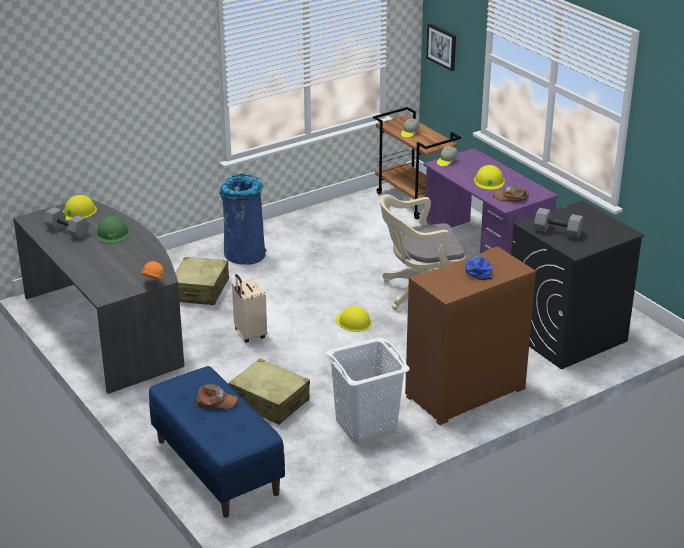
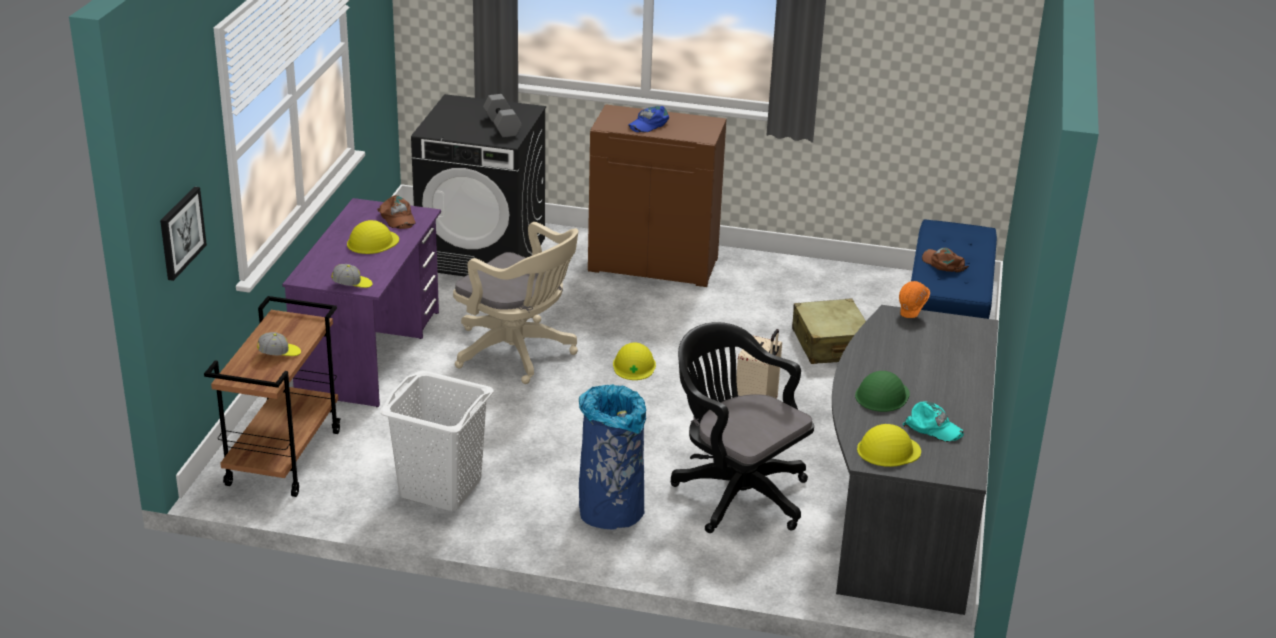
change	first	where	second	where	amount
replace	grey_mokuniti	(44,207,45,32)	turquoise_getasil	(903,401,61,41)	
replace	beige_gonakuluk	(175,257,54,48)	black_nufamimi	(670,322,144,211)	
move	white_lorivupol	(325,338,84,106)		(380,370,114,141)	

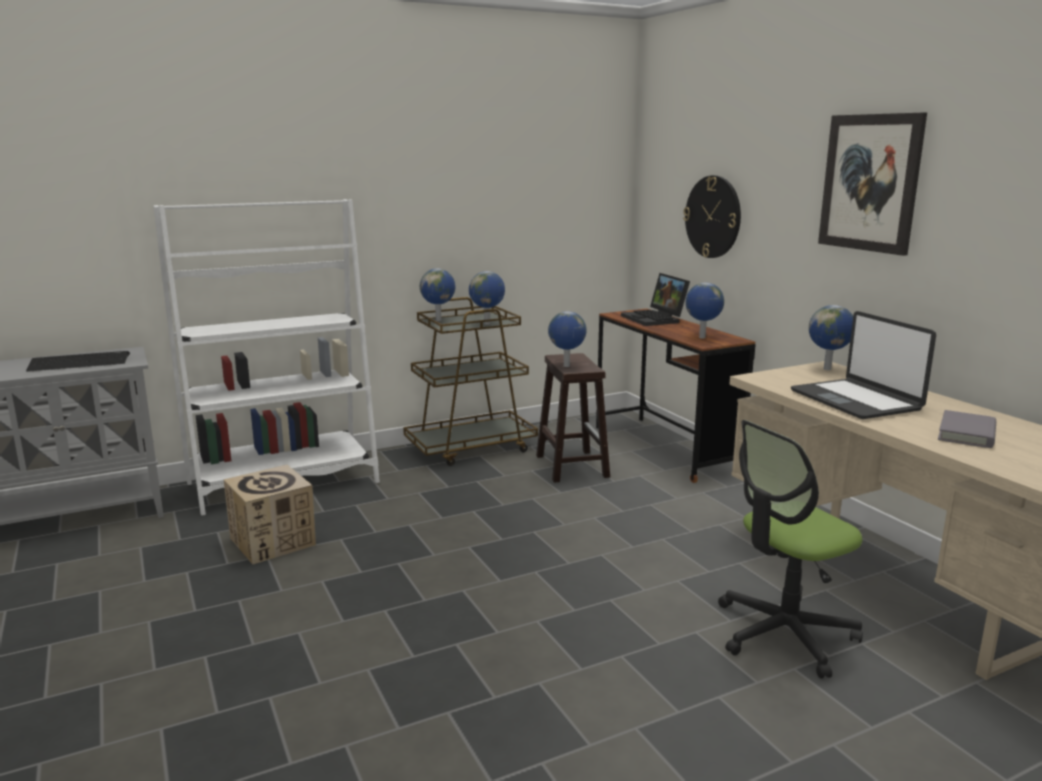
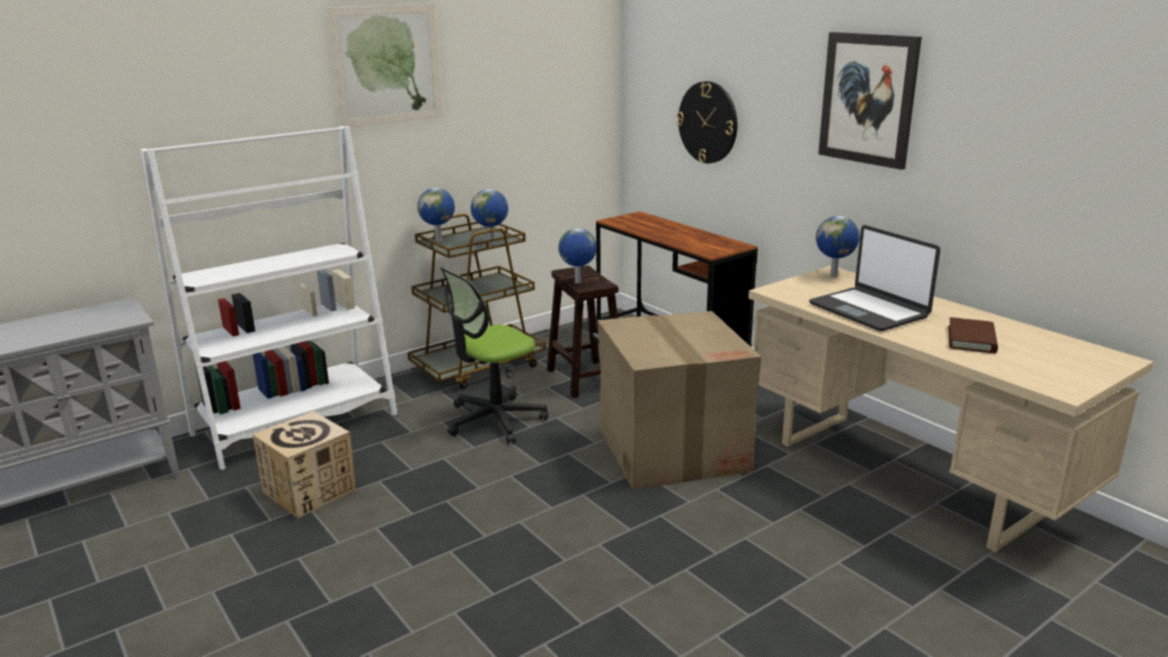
change	first	where	second	where	amount
delete	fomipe	(621,273,69,53)			
delete	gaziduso	(686,282,38,56)			
delete	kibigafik	(26,351,104,21)			
recolor	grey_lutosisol	(938,410,58,38)	brown_lutosisol	(948,317,50,36)	
move	nufamimi	(718,420,145,259)		(441,267,107,177)	
insert			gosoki	(327,4,116,123)	
insert			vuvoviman	(597,311,164,179)	

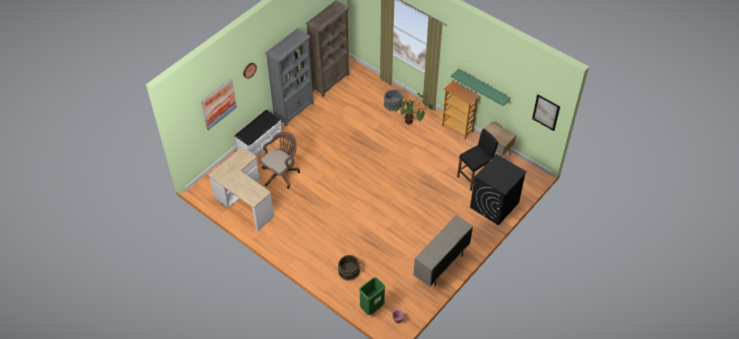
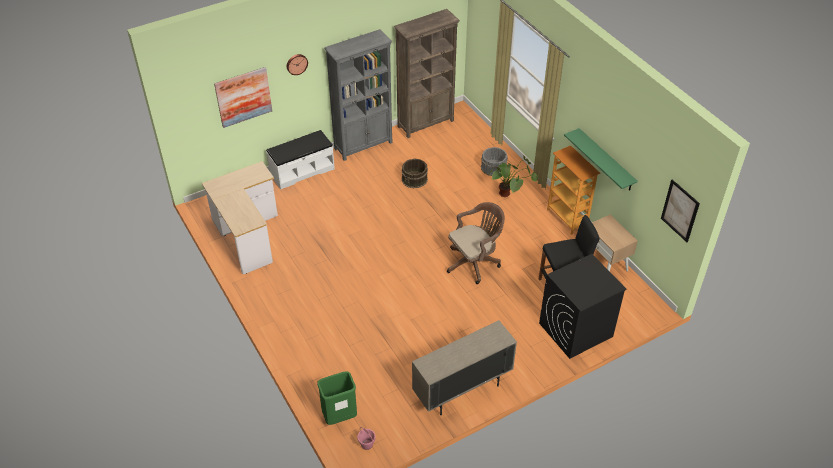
change	first	where	second	where	amount
move	brown_nufamimi	(260,132,40,57)		(447,202,58,82)	
move	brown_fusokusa	(338,255,22,26)		(401,159,27,29)	

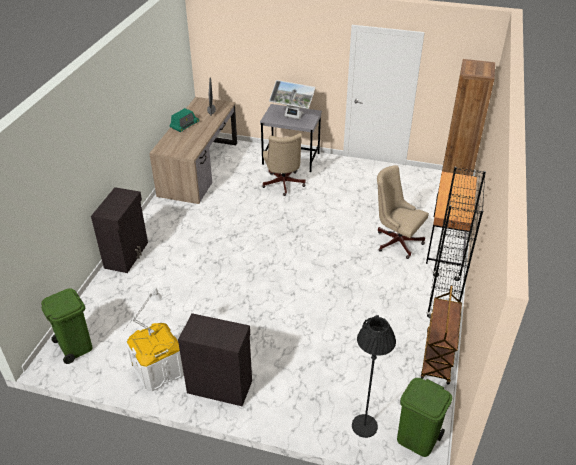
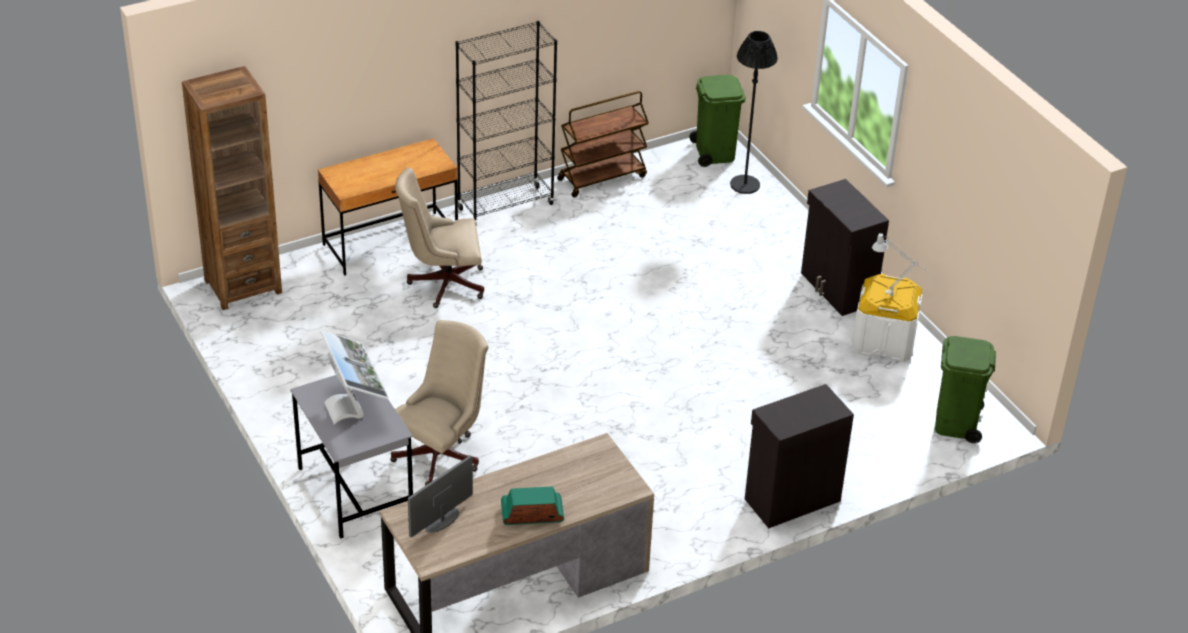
change	first	where	second	where	amount
rotate	beige_nufamimi	(377,165,52,94)		(395,168,89,140)	90 degrees clockwise

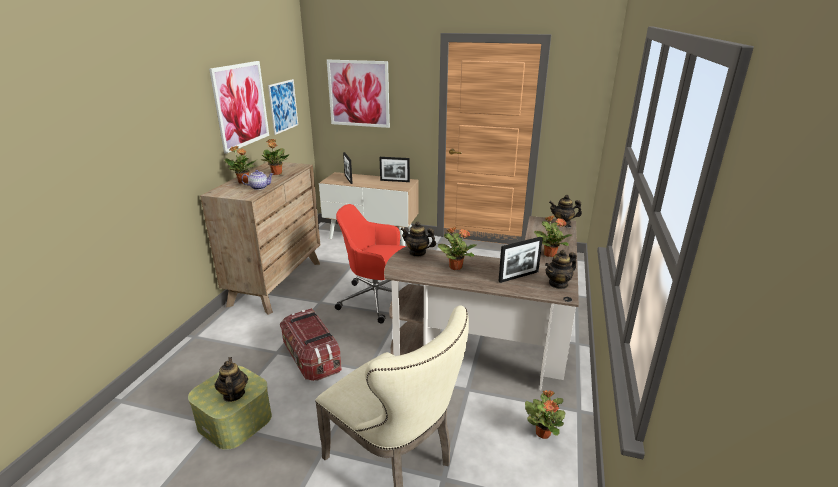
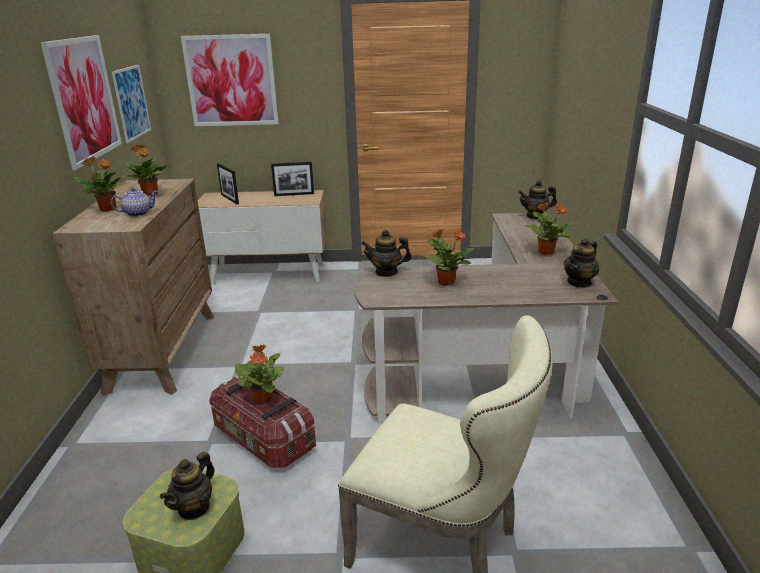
change	first	where	second	where	amount
delete	red_nufamimi	(335,204,72,120)			
delete	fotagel	(498,237,45,46)			
rotate	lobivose	(215,357,33,45)		(160,452,55,68)	120 degrees counterclockwise
move	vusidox	(525,390,40,49)		(235,345,49,58)	

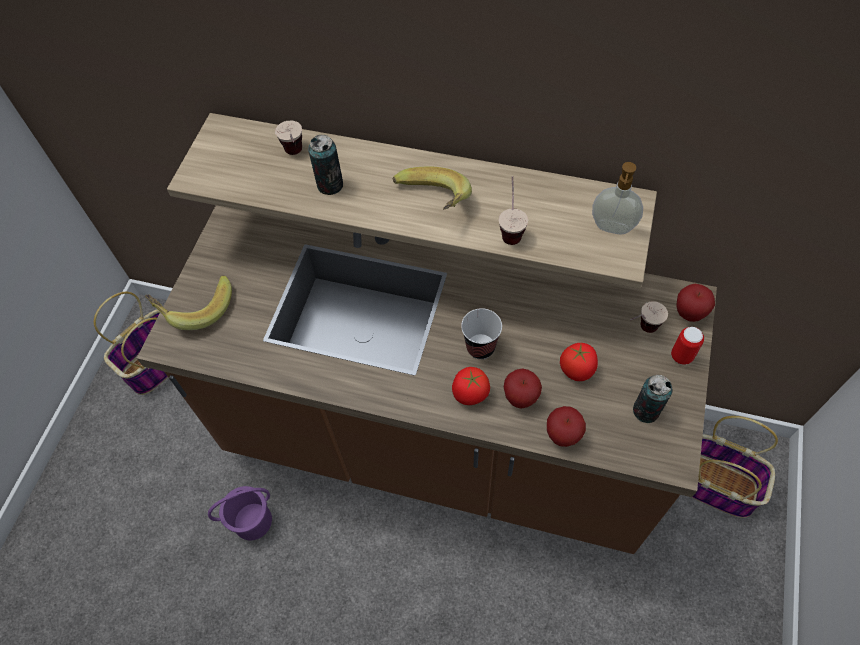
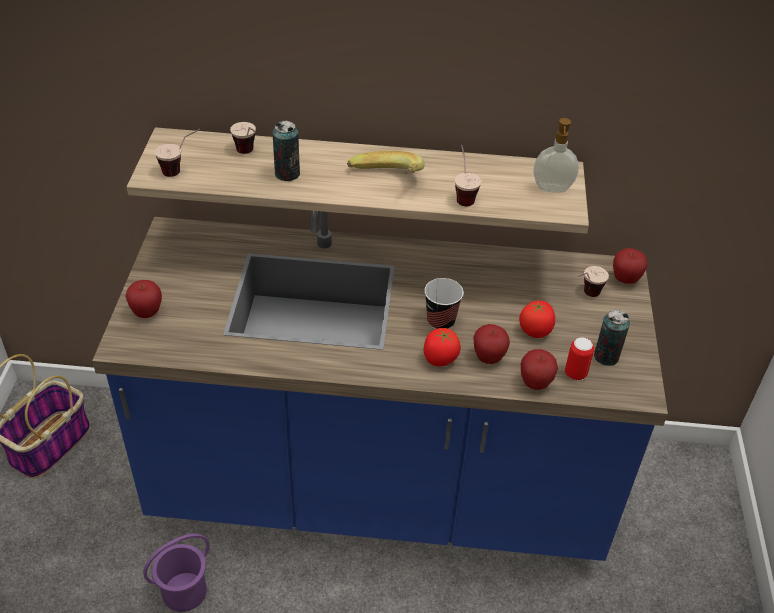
change	first	where	second	where	amount
recolor	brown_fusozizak	(137,205,580,349)	blue_fusozizak	(92,211,576,350)	
replace	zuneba	(145,275,87,55)	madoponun	(125,280,37,38)	
move	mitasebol	(671,327,33,38)		(565,337,29,43)	
delete	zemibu	(691,416,87,102)			
insert			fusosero	(155,129,45,48)	

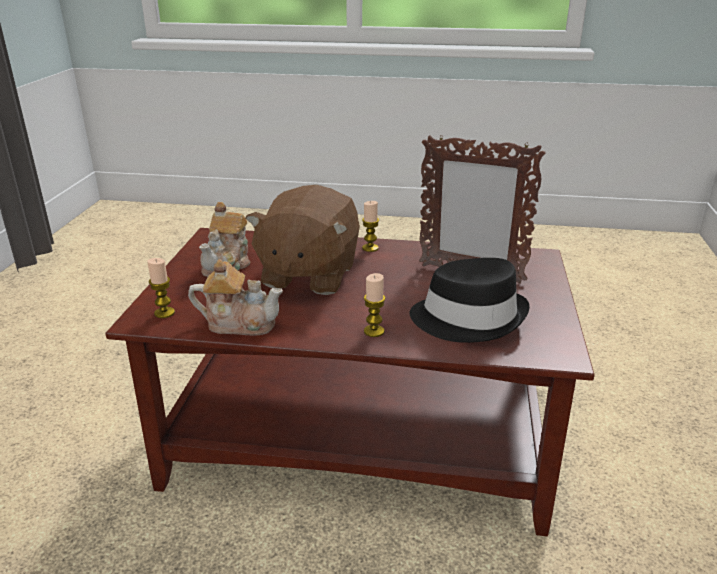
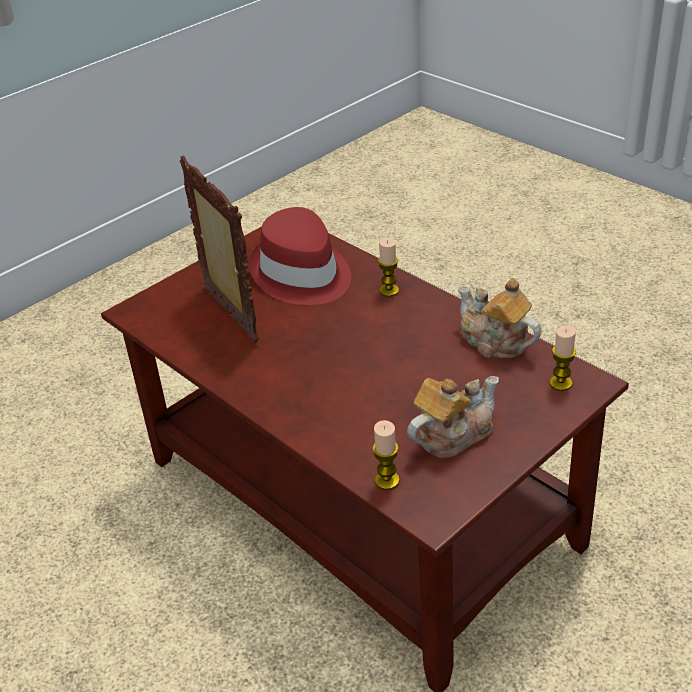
change	first	where	second	where	amount
delete	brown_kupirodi	(245,185,115,110)			
move	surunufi	(362,201,17,51)		(373,420,27,70)	
recolor	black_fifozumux	(410,258,120,85)	red_fifozumux	(249,207,102,98)	

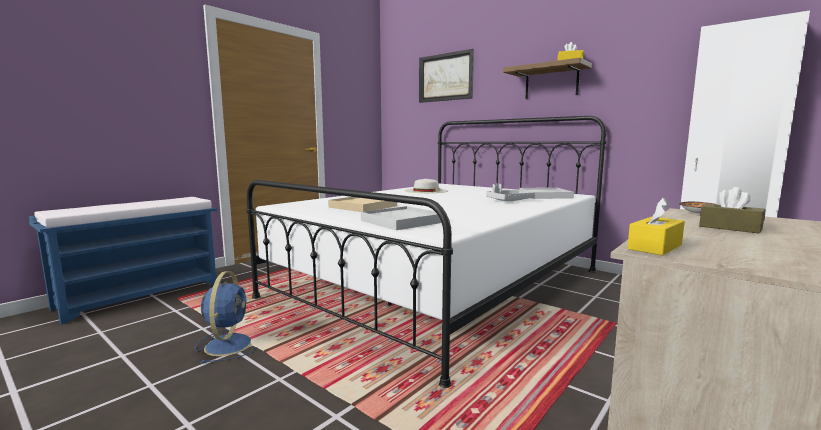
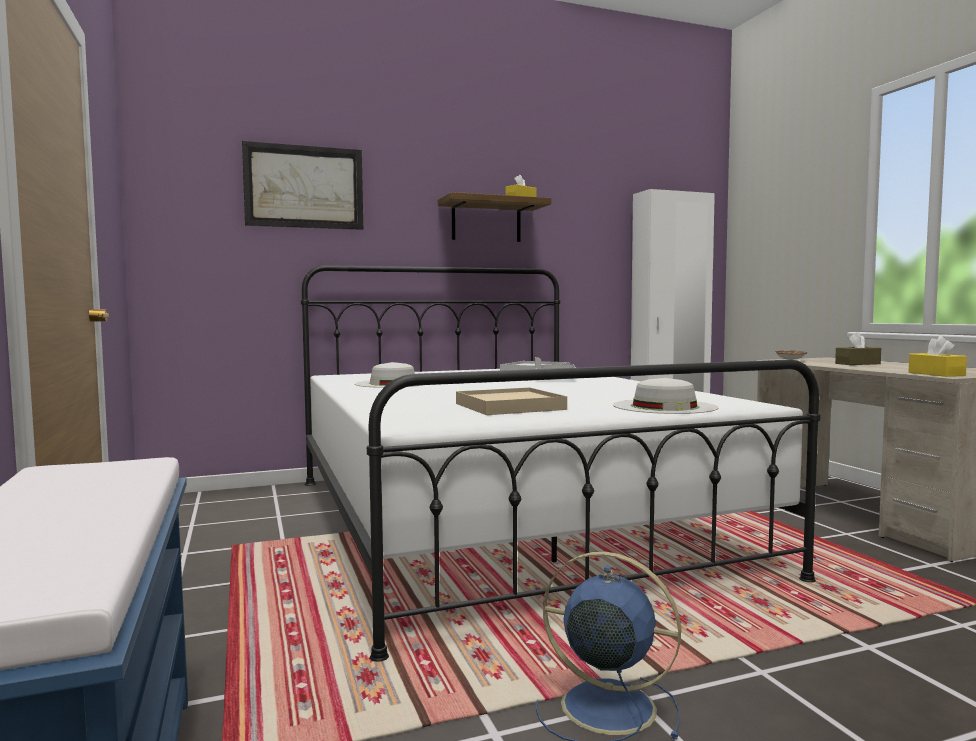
change	first	where	second	where	amount
replace	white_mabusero	(361,206,81,24)	white_fifozumux	(613,378,105,36)	

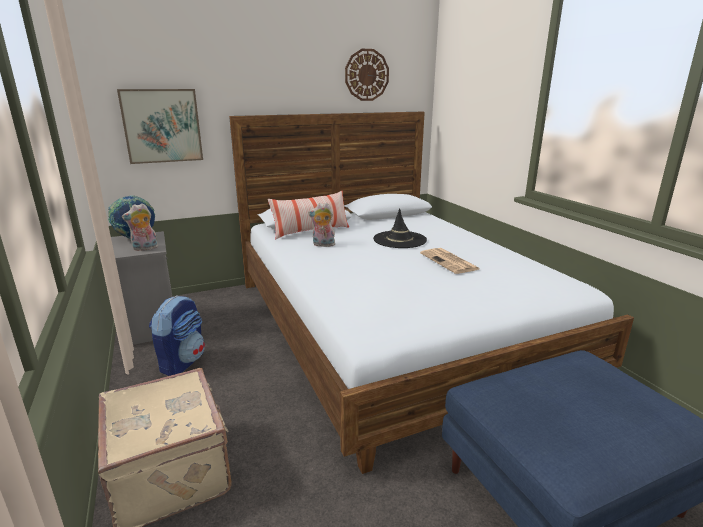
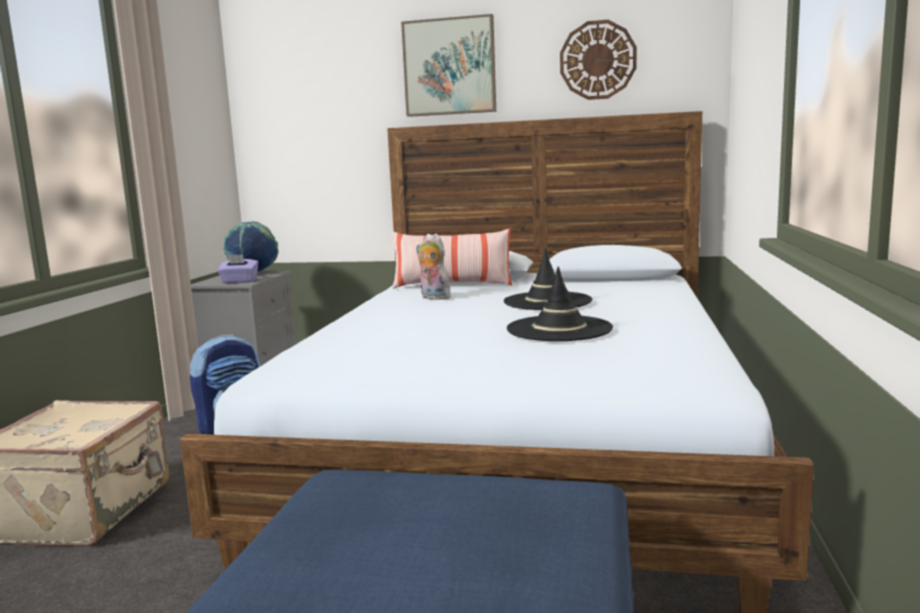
change	first	where	second	where	amount
move	gosoki	(117,89,86,75)		(401,14,95,103)	
replace	kupirodi	(122,203,36,48)	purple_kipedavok	(217,254,41,29)	
replace	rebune	(420,248,59,26)	black_fifozumux	(507,266,106,75)	

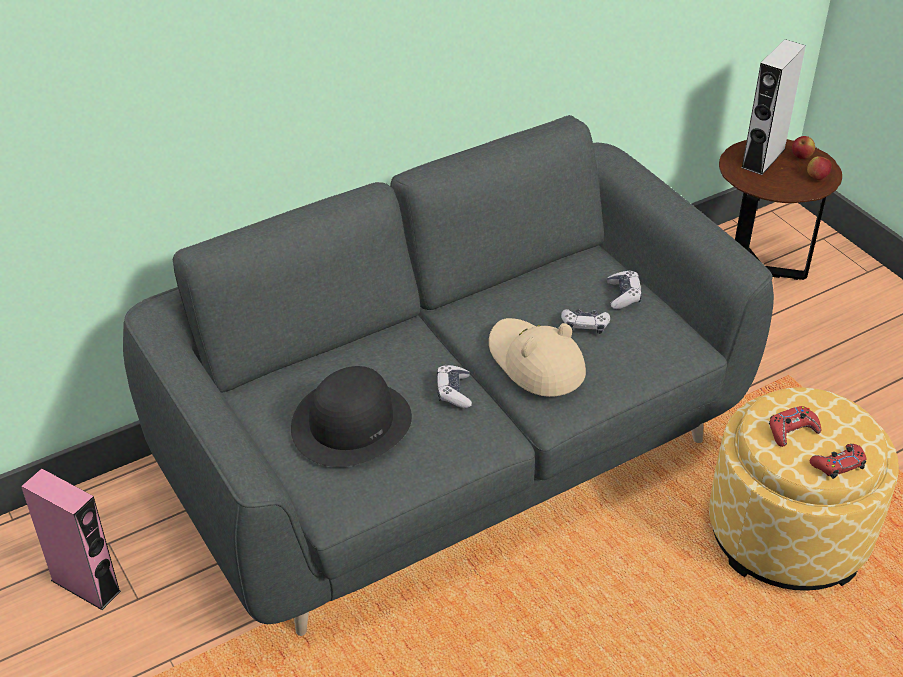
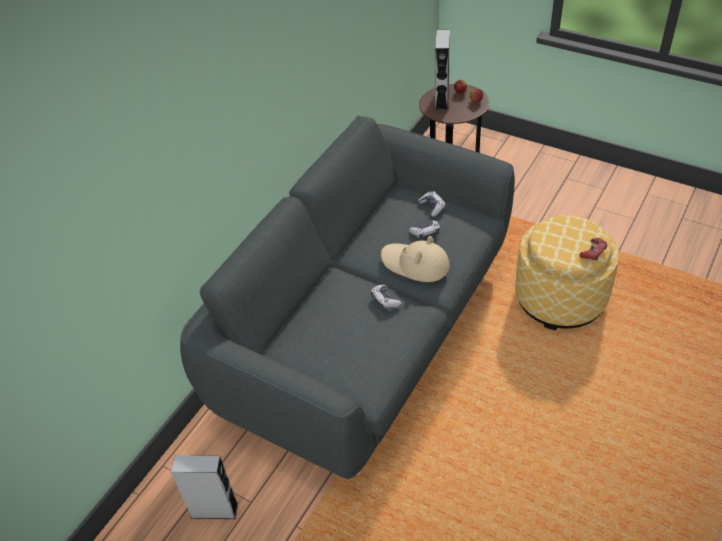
change	first	where	second	where	amount
delete	black_fifozumux	(291,366,121,101)			
delete	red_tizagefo	(769,406,52,41)			
recolor	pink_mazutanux	(21,468,100,142)	grey_mazutanux	(171,455,67,64)	

